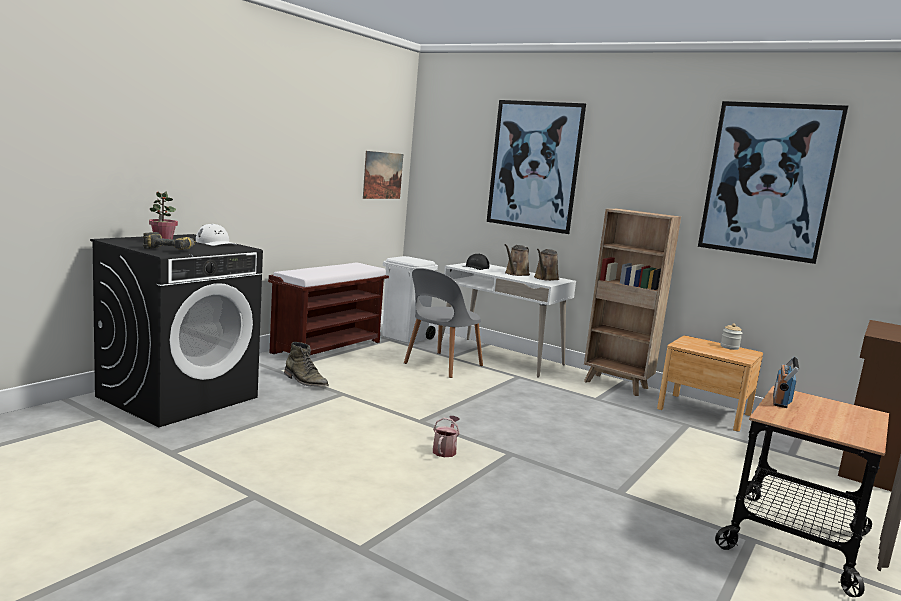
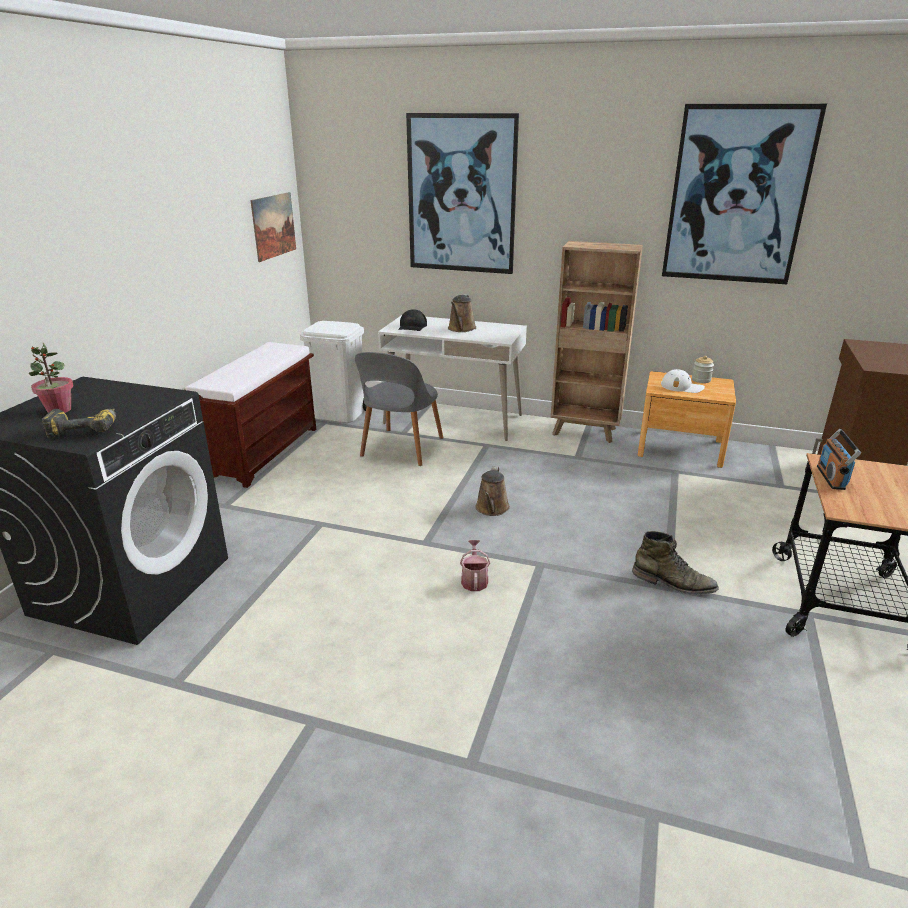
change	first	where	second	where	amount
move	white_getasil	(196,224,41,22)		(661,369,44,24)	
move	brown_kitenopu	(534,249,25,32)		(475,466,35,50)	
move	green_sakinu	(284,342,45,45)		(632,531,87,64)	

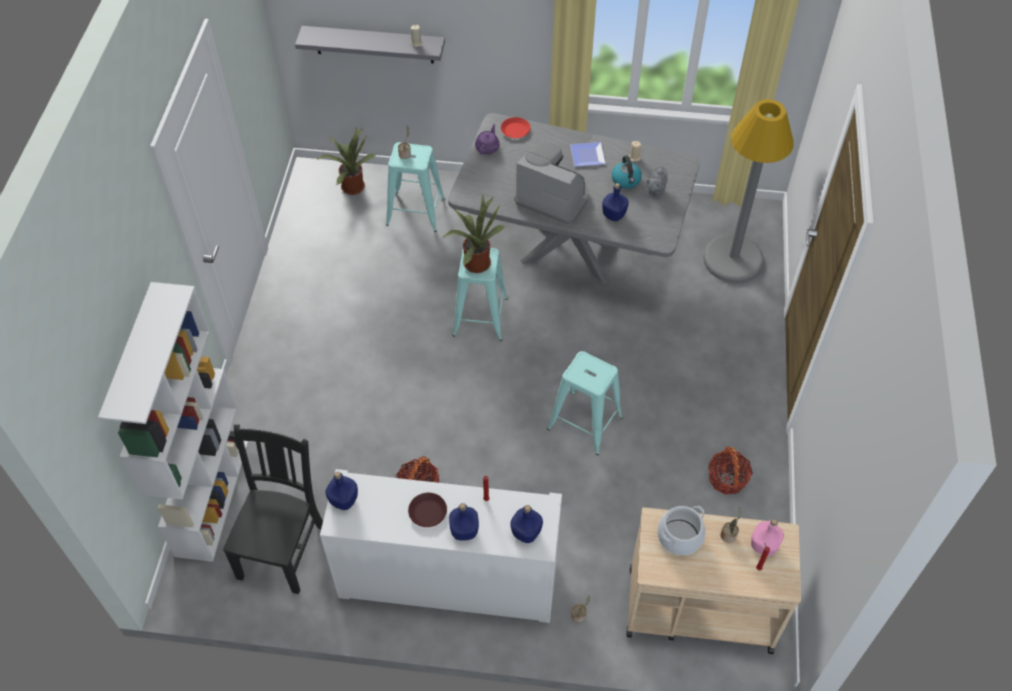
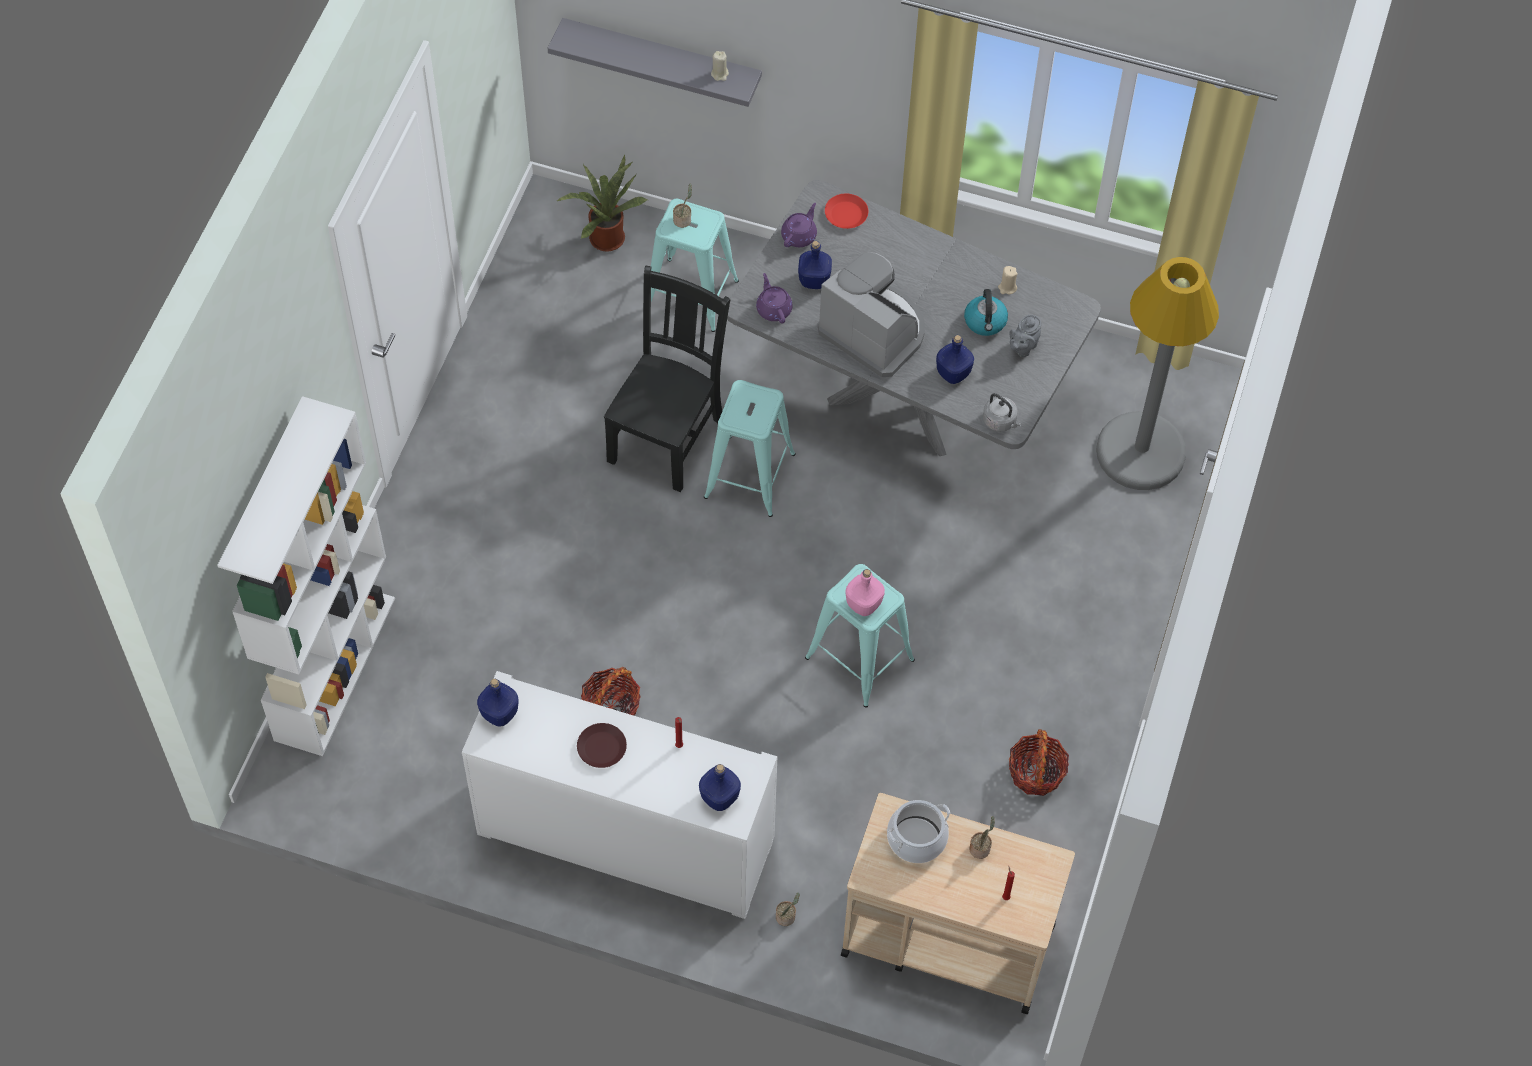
change	first	where	second	where	amount
delete	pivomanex	(570,142,36,25)			
delete	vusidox	(443,195,62,78)			
move	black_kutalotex	(223,424,100,170)		(604,266,126,226)	
move	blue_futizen	(449,503,30,38)		(798,241,34,48)	
move	pink_futizen	(751,519,33,37)		(845,569,40,47)	
insert			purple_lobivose	(756,273,37,51)	
insert			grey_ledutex	(983,393,39,39)	

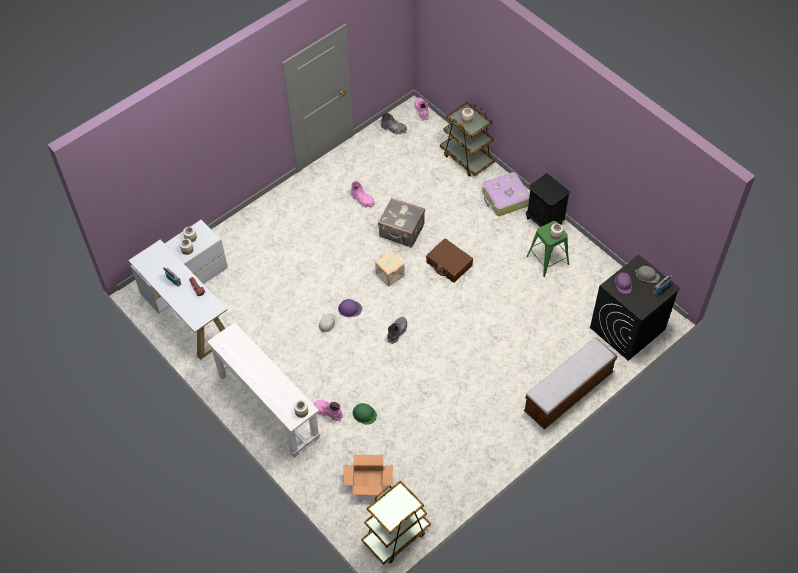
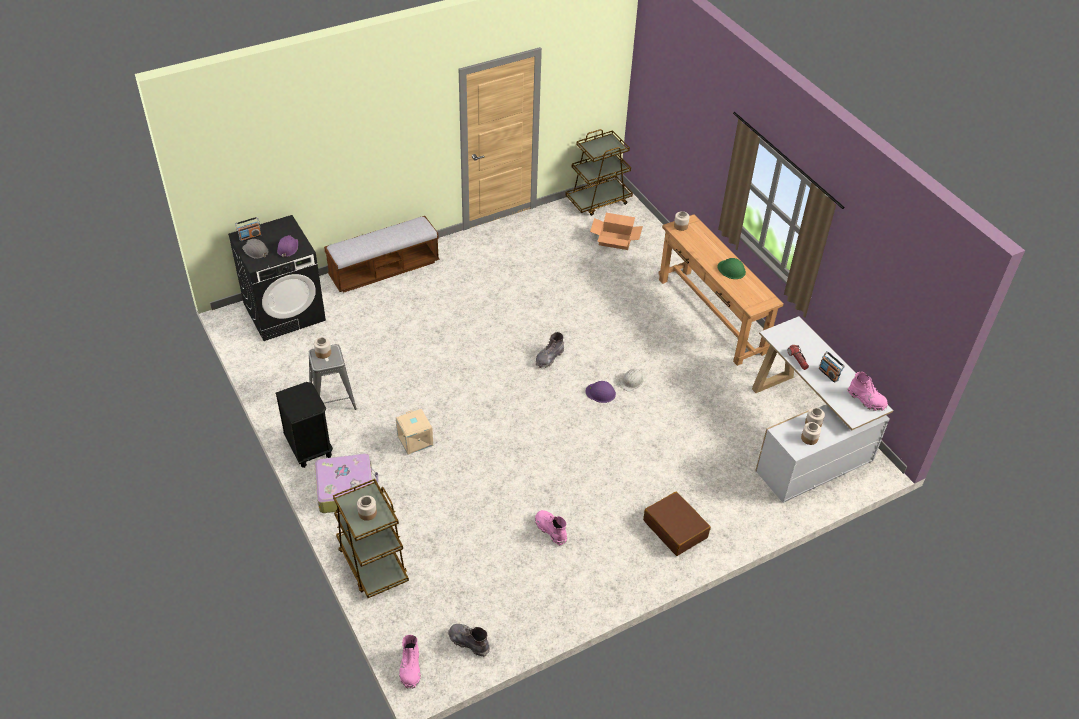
change	first	where	second	where	amount
delete	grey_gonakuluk	(378,198,47,50)			
recolor	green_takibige	(527,221,42,56)	grey_takibige	(309,344,48,66)	
move	brown_gonakuluk	(426,238,47,45)		(643,492,68,64)	
move	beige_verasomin	(375,251,30,35)		(396,409,37,46)	
recolor	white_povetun	(207,322,113,136)	brown_povetun	(659,214,125,152)	
move	pink_sakinu	(314,400,29,21)		(847,372,41,39)	
move	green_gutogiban	(353,403,24,22)		(717,258,29,21)	

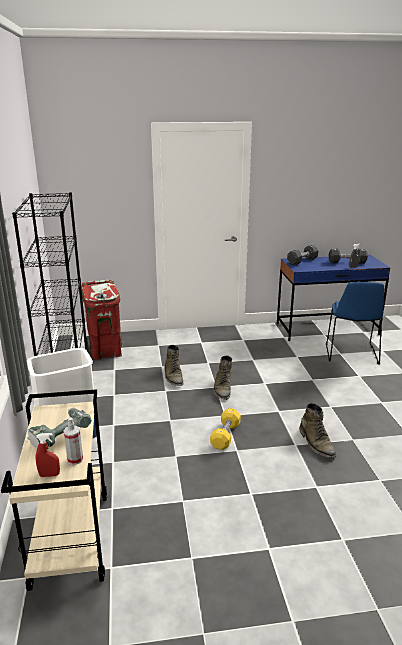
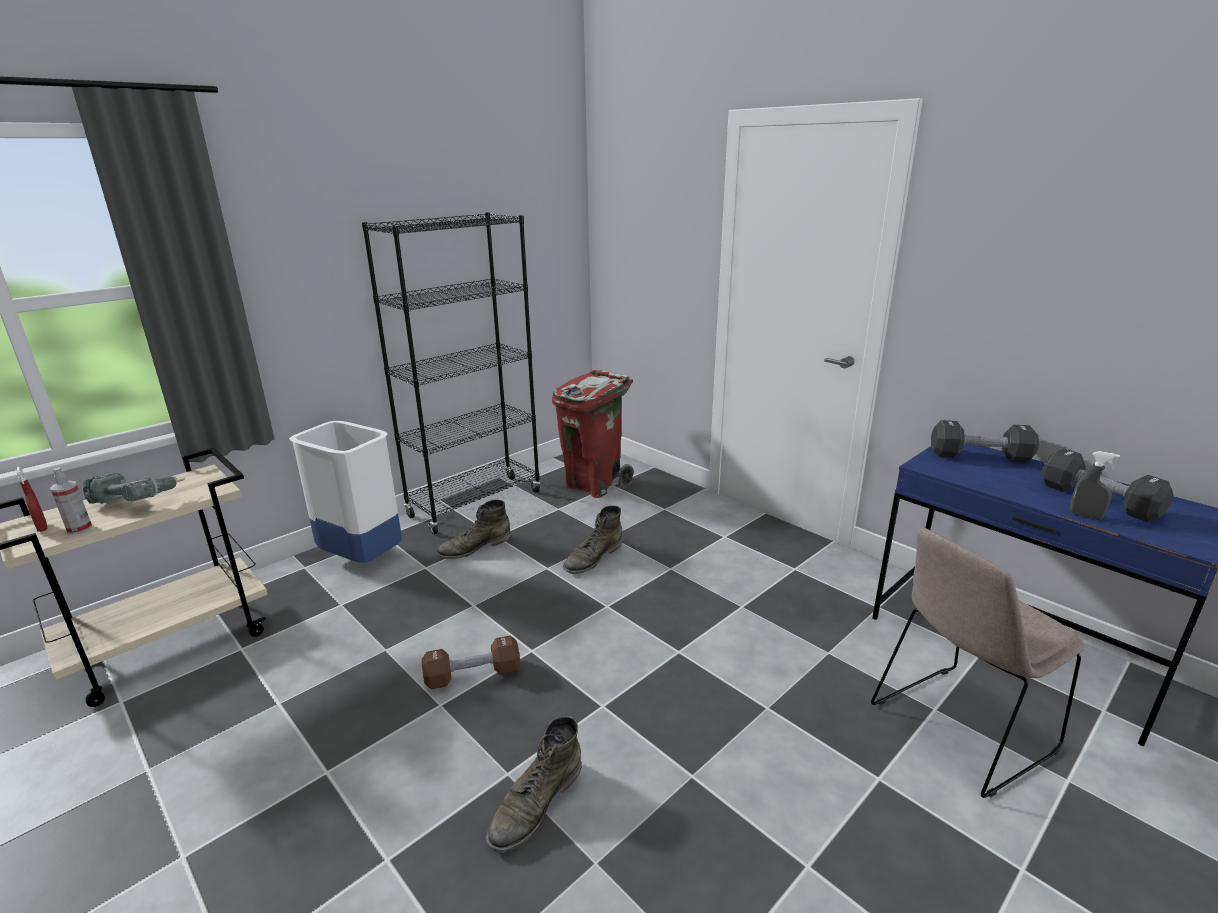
change	first	where	second	where	amount
recolor	blue_kutalotex	(326,282,58,83)	beige_kutalotex	(871,528,214,270)	
move	green_sakinu	(213,355,19,45)		(436,500,75,59)	
recolor	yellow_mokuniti	(210,408,31,42)	brown_mokuniti	(422,635,98,54)	

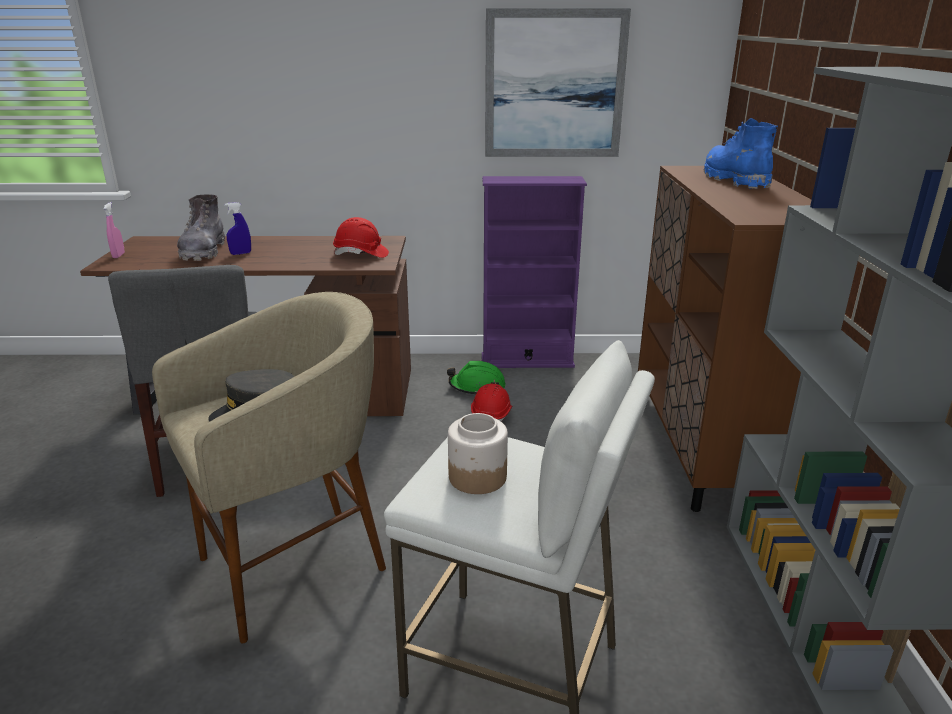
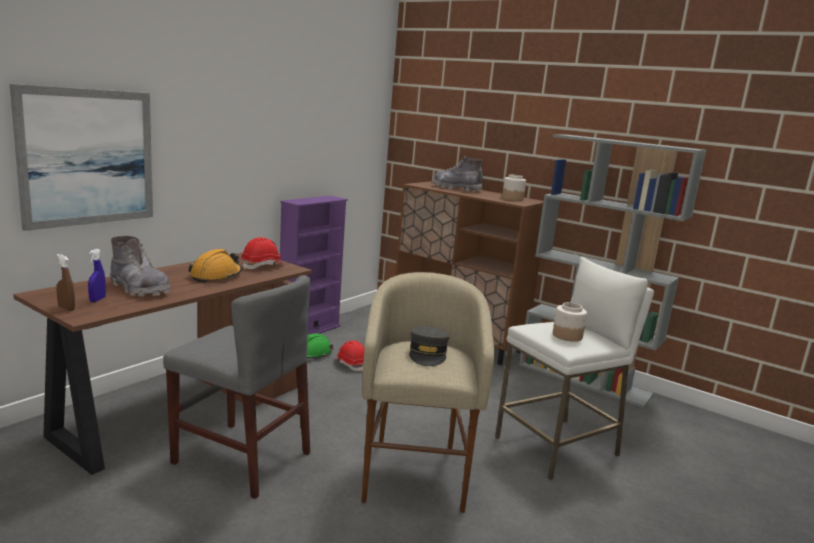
change	first	where	second	where	amount
move	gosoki	(485,8,146,149)		(10,84,143,147)	
recolor	blue_sakinu	(704,118,74,71)	grey_sakinu	(433,156,50,35)	
recolor	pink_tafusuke	(103,202,22,56)	brown_tafusuke	(56,254,19,57)	
move	blue_tafusuke	(224,202,27,53)		(88,249,18,53)	
insert			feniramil	(502,175,24,26)	
insert			orange_gutogiban	(188,249,54,34)	

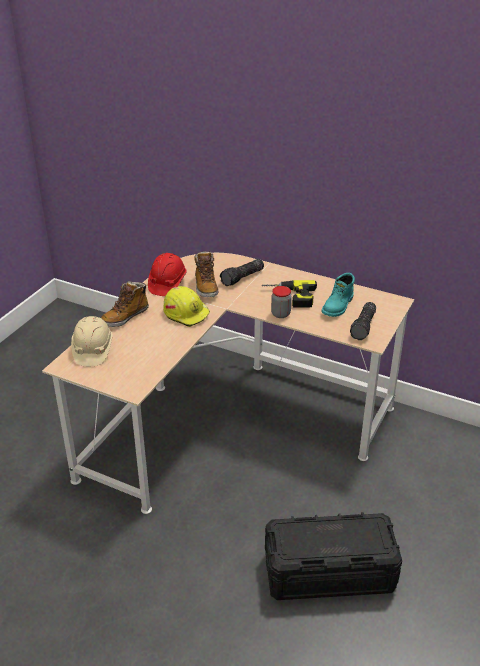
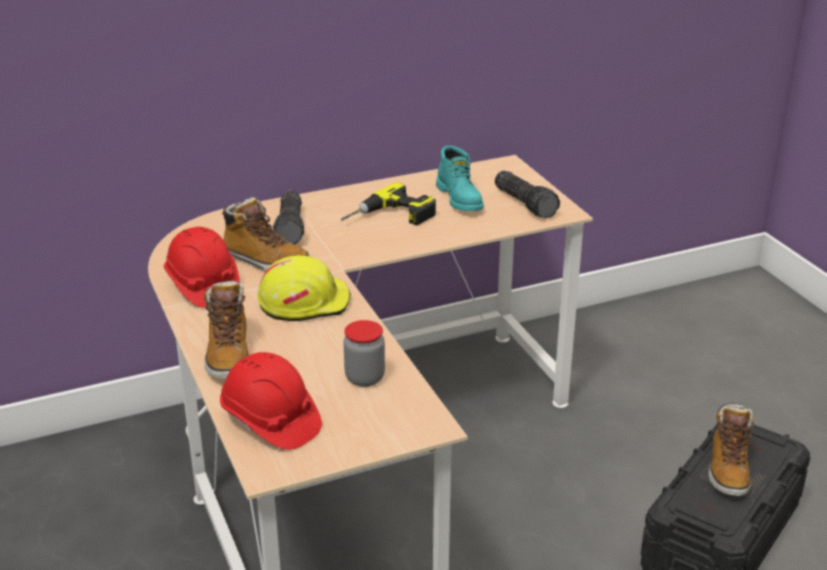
change	first	where	second	where	amount
move	feniramil	(271,286,21,32)		(343,320,42,67)	
recolor	beige_gutogiban	(71,316,42,50)	red_gutogiban	(220,352,102,98)	
insert			sakinu	(708,403,46,94)	

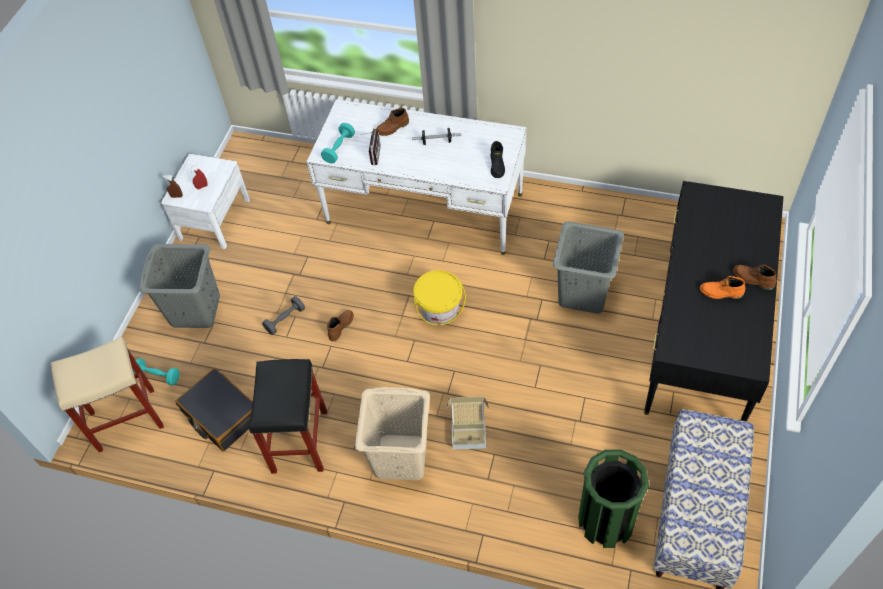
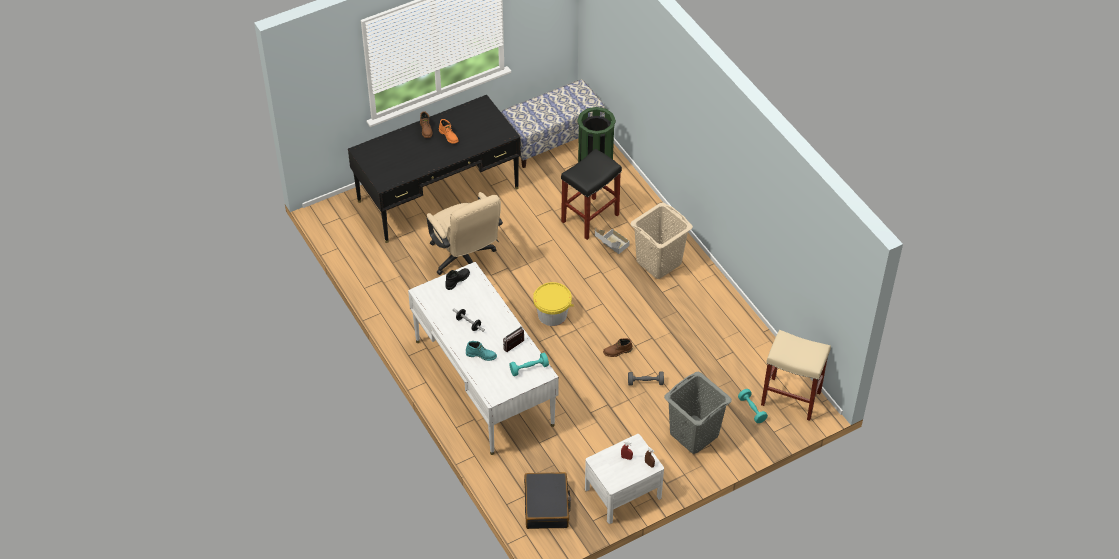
change	first	where	second	where	amount
recolor	brown_sakinu	(376,108,33,28)	turquoise_sakinu	(466,341,31,20)	
replace	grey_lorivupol	(553,221,71,93)	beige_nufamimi	(427,192,76,83)	
move	black_takibige	(249,359,78,115)		(561,149,61,91)	
move	black_gonakuluk	(175,368,78,83)		(524,472,47,57)	

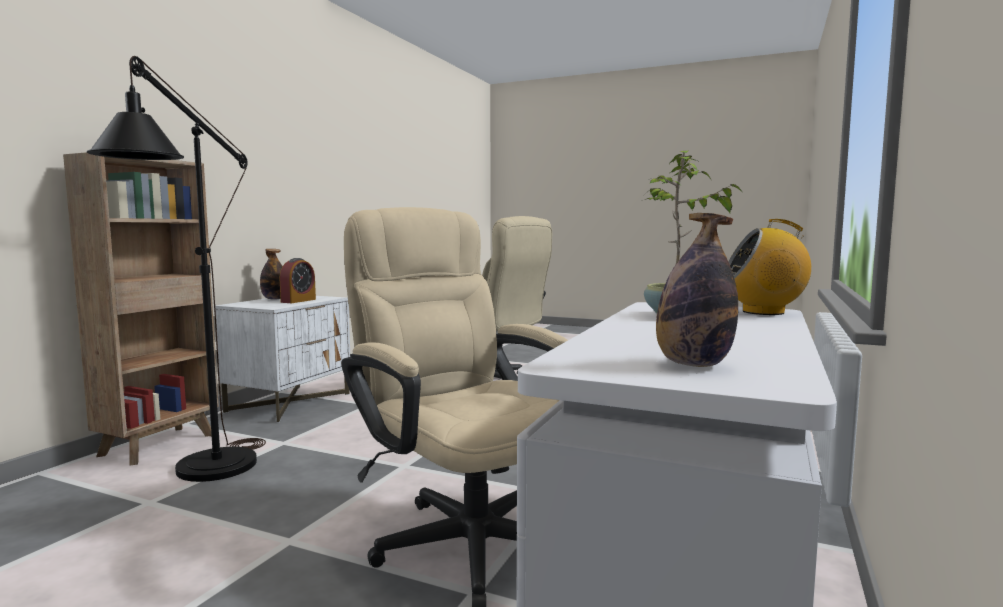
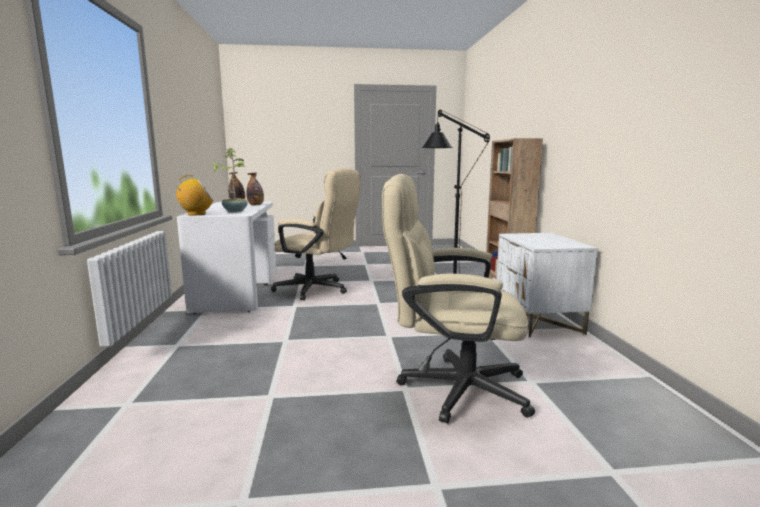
change	first	where	second	where	amount
move	futizen	(260,249,22,51)		(246,172,18,34)	
delete	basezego	(280,258,36,45)			

